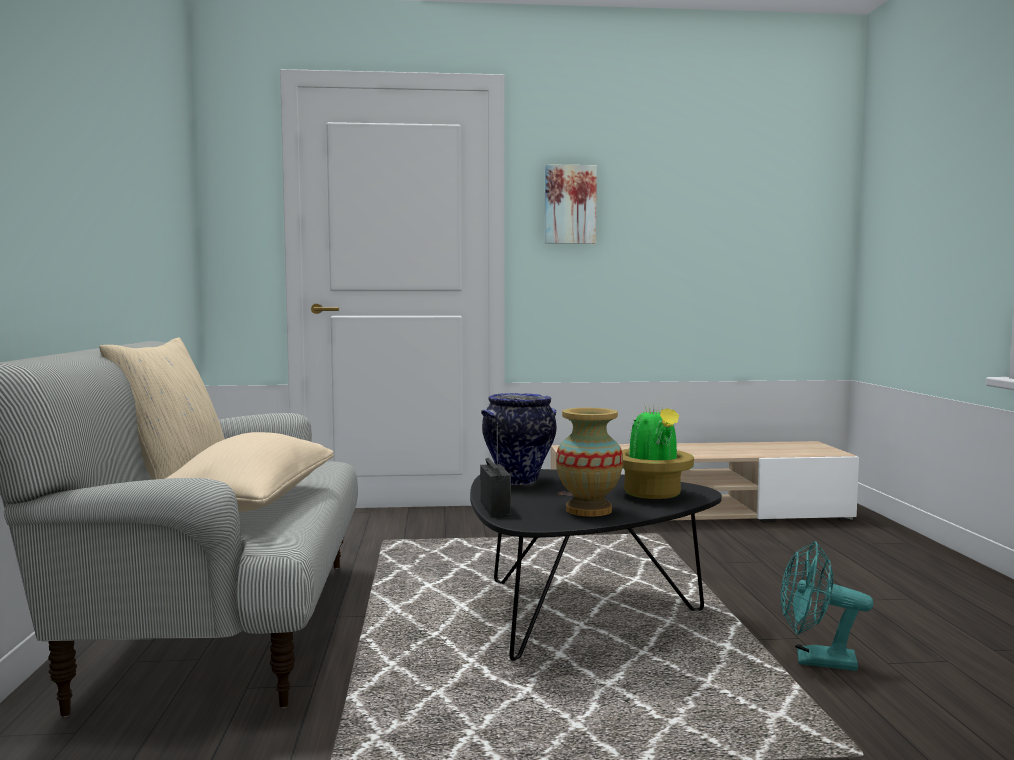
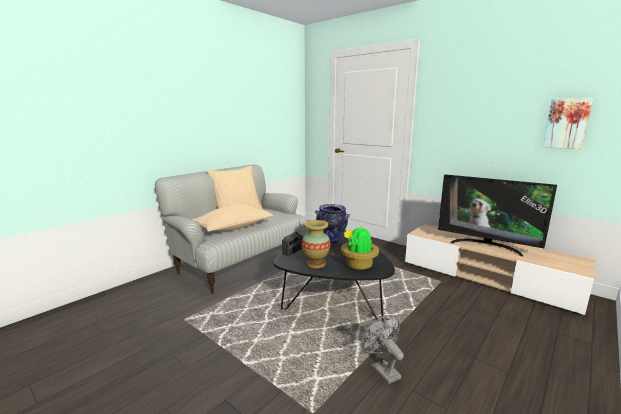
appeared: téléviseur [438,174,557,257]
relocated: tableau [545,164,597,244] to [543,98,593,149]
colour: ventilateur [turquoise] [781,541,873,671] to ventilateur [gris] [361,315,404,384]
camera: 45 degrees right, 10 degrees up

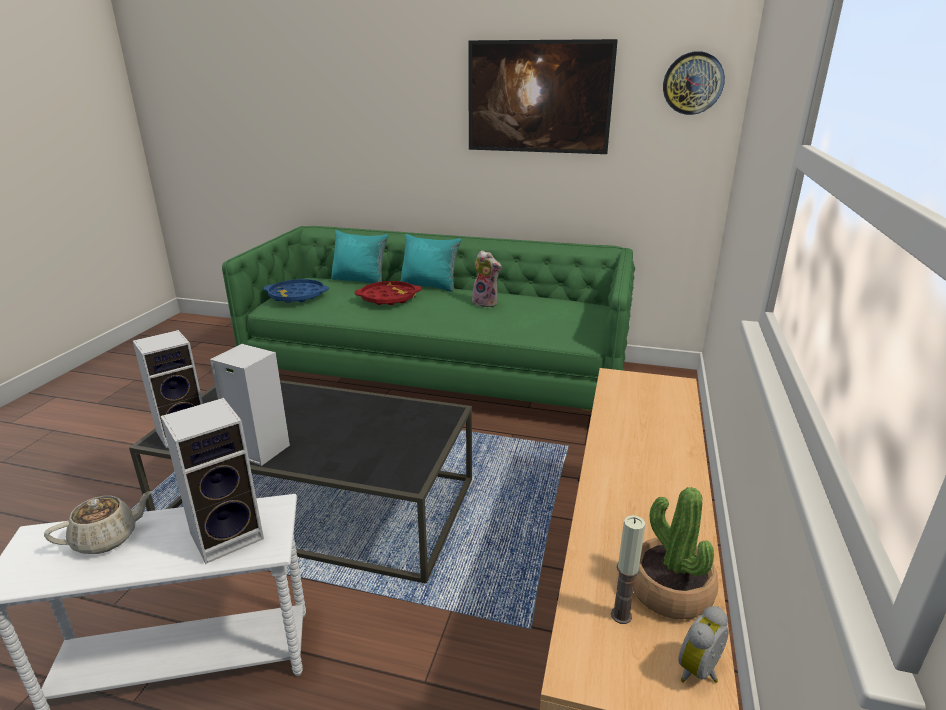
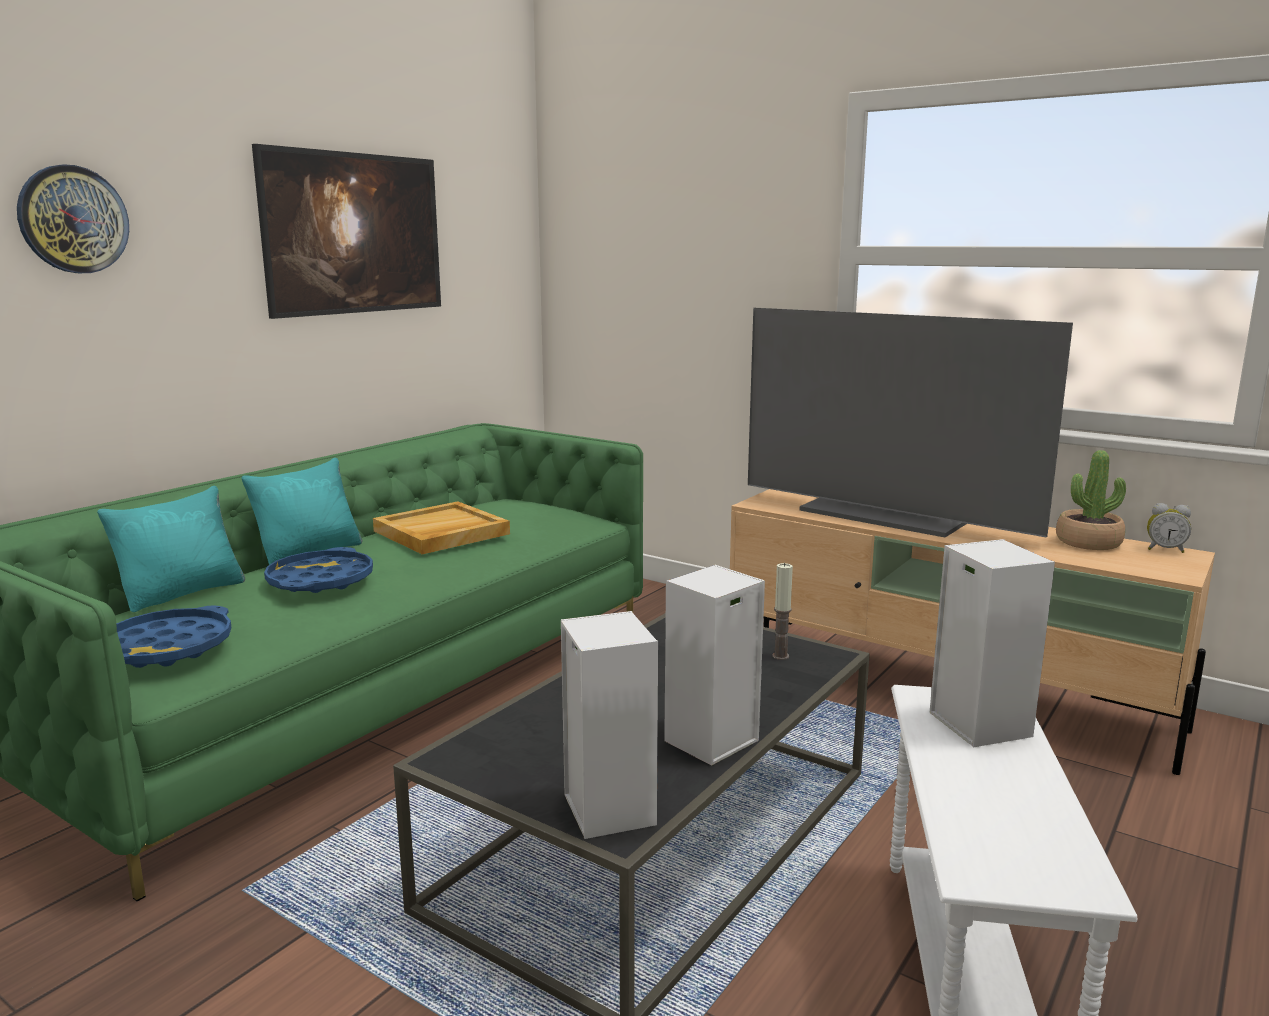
missing: théière [beige] [44,491,153,554]
appeared: téléviseur [748,308,1073,537]
relocated: horloge murale [663,51,725,115] to [17,164,129,273]; bougie [611,515,645,624] to [772,563,793,660]
exchanged: peluche [472,250,502,308] to plateau [beige] [373,501,510,554]
colour: plateau [rouge] [355,281,422,305] to plateau [bleu] [264,547,373,593]
spun: réveil [678,606,729,683] = [1147,503,1191,553] 45 degrees counterclockwise
camera: 70 degrees left, 10 degrees down

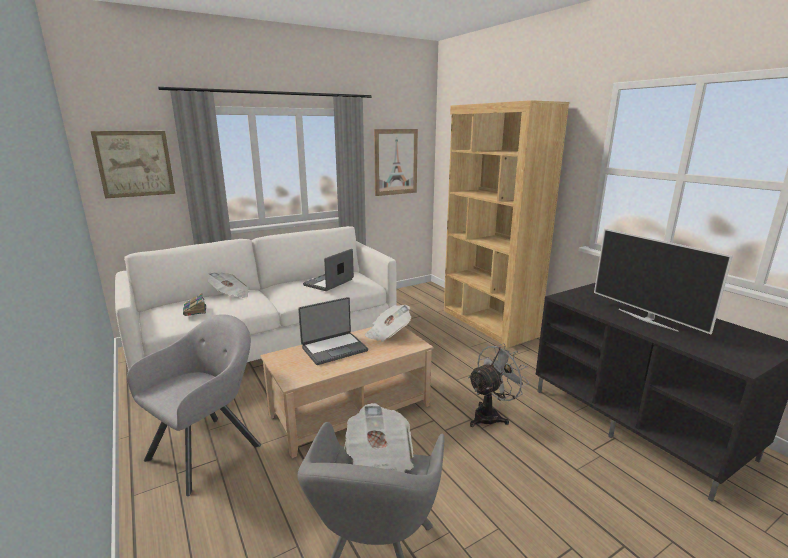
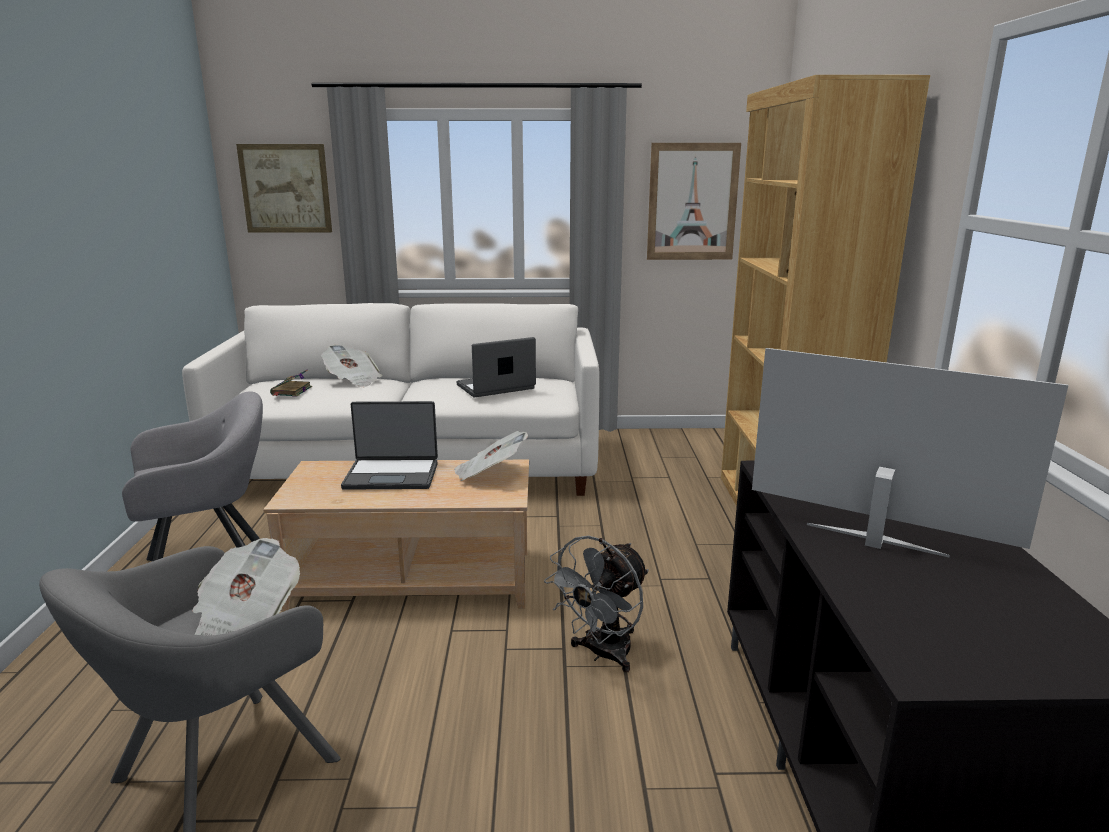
spun: ventilateur [gris] [468,343,529,427] = [544,536,649,672] 135 degrees clockwise; téléviseur [594,229,733,335] = [752,348,1068,557] 120 degrees clockwise
camera: 30 degrees right, 0 degrees up

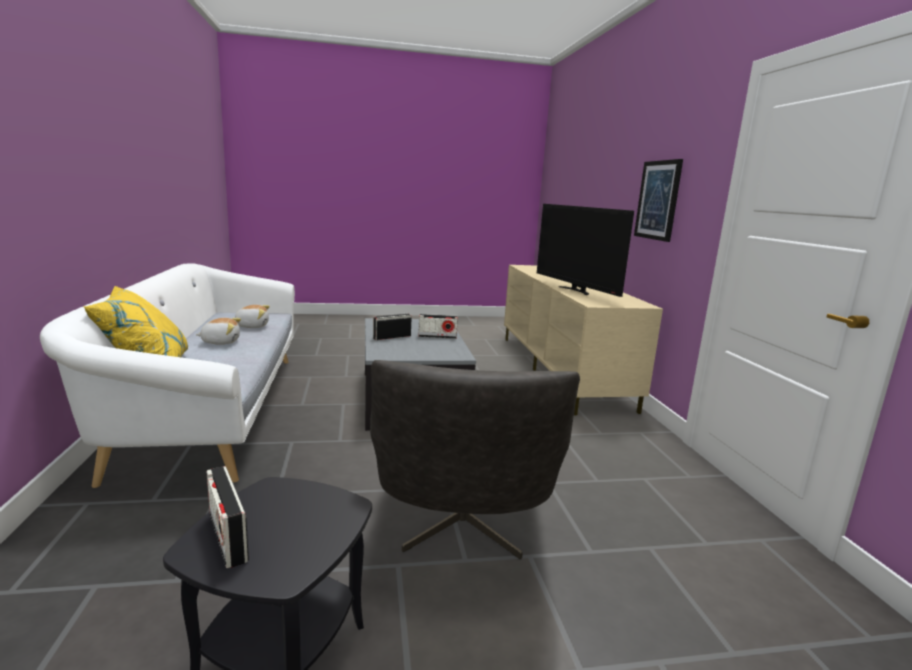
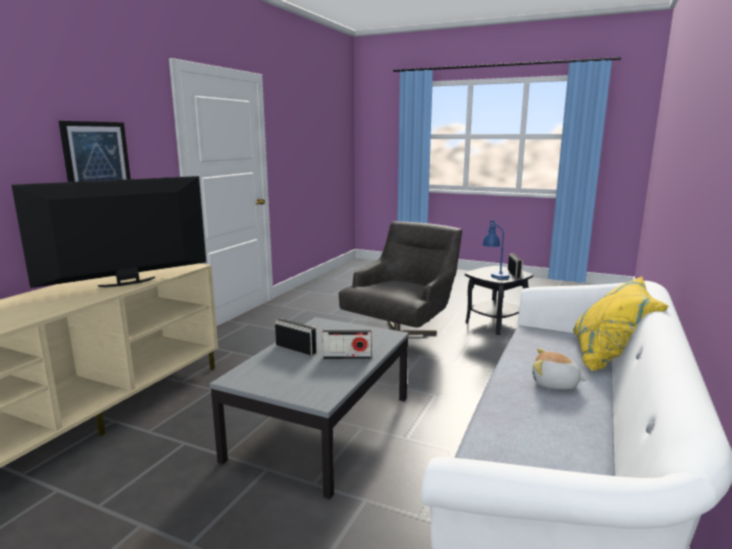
missing: peluche [232,305,270,328]
appeared: lampe de table [bleu] [482,220,510,279]
spun: téléviseur [537,204,634,297] = [11,176,206,288] 135 degrees counterclockwise
camera: 145 degrees left, 0 degrees up

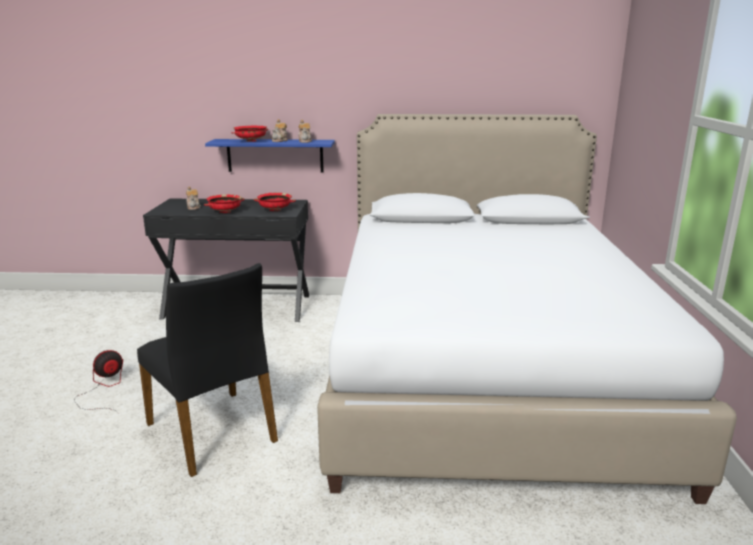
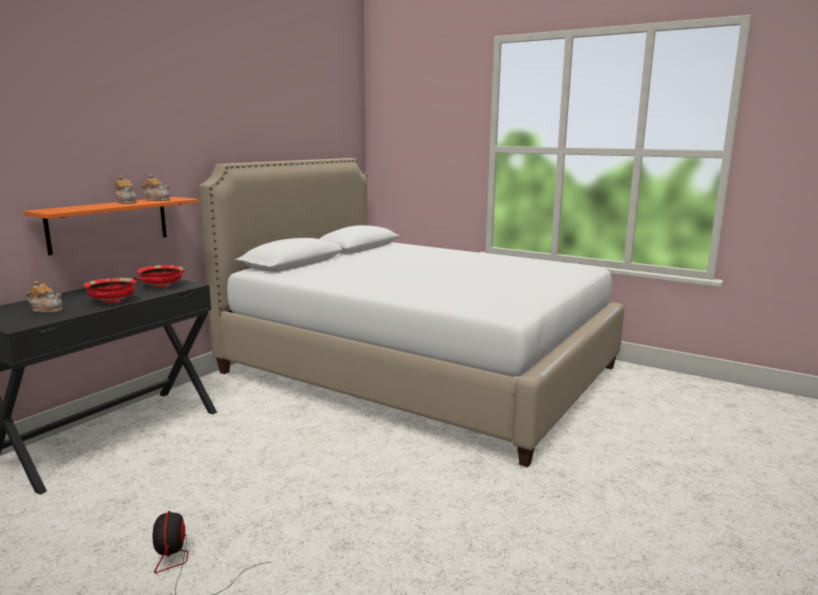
missing: chaise [noir] [137,263,278,477]; bol [rouge] [232,126,268,142]
colour: étagère [bleu] [205,139,335,172] to étagère [orange] [23,197,199,255]
camera: 60 degrees left, 5 degrees down

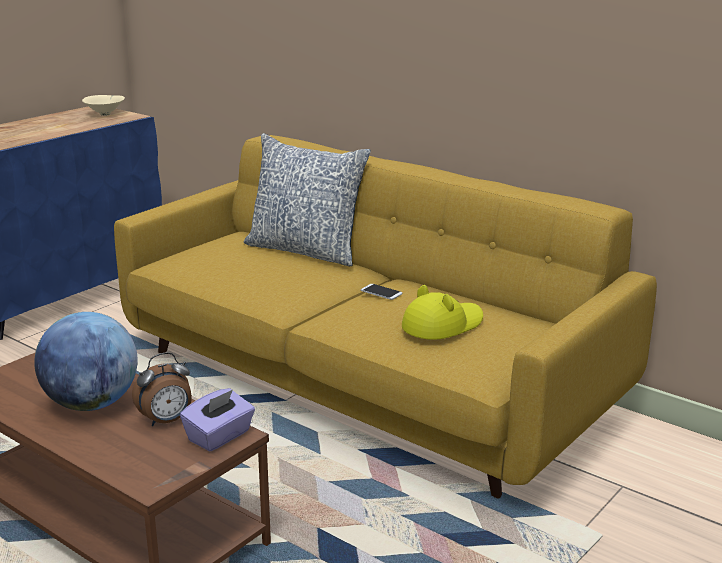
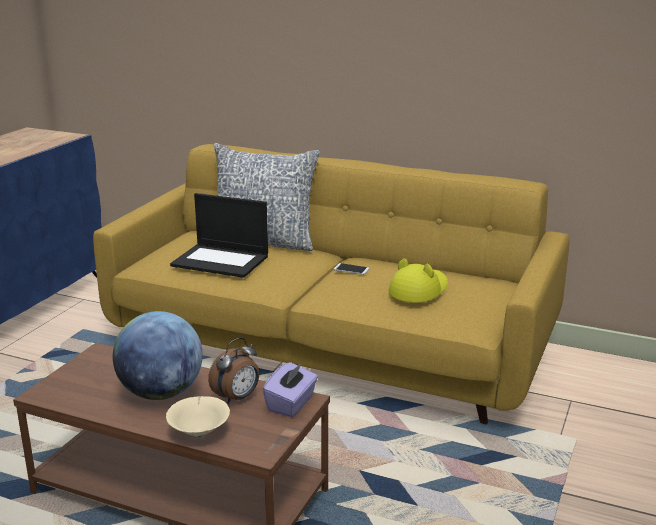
appeared: ordinateur portable [170,193,268,278]
relocated: bol [beige] [82,95,125,116] to [166,396,230,437]
camera: 15 degrees left, 0 degrees up

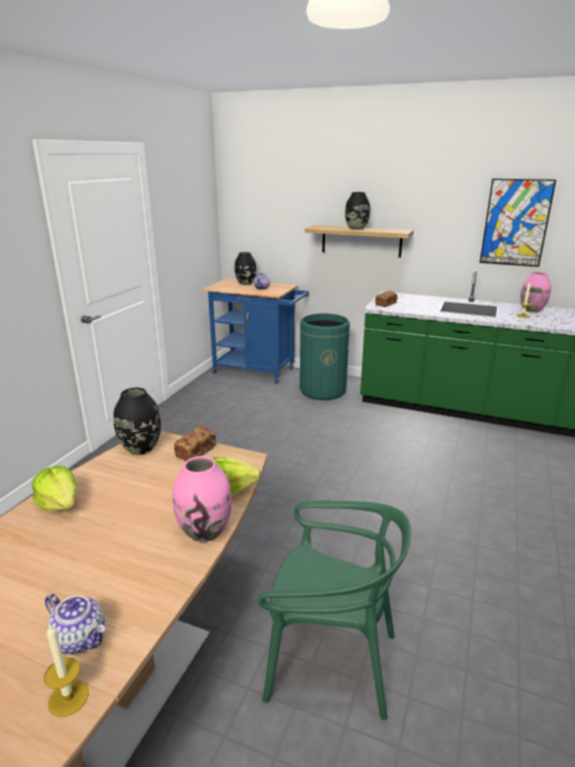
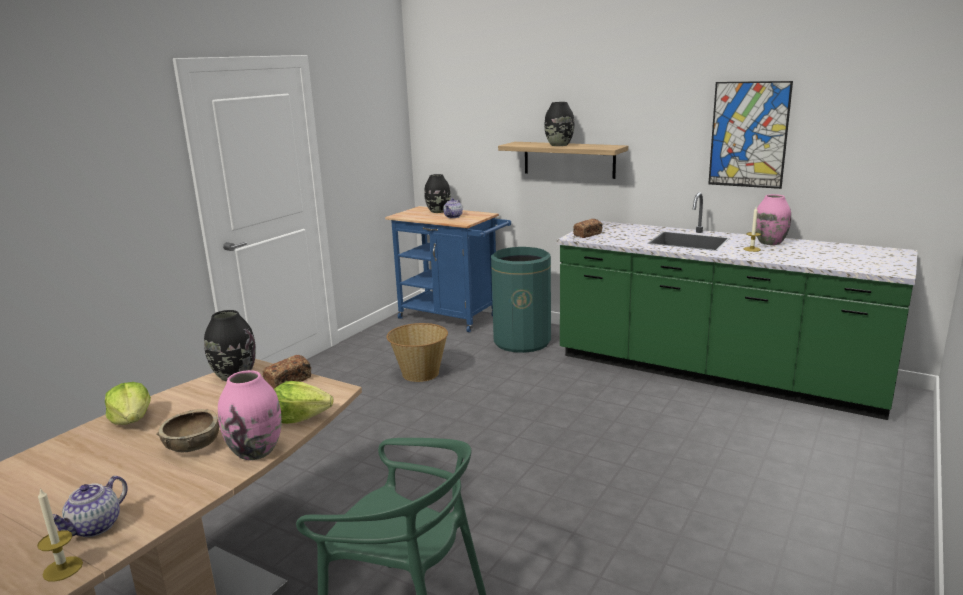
appeared: bol [marron] [157,409,219,452]; panier [387,323,448,382]
spun: théière [45,594,105,655] = [53,476,128,537] 75 degrees clockwise
camera: 10 degrees right, 5 degrees down

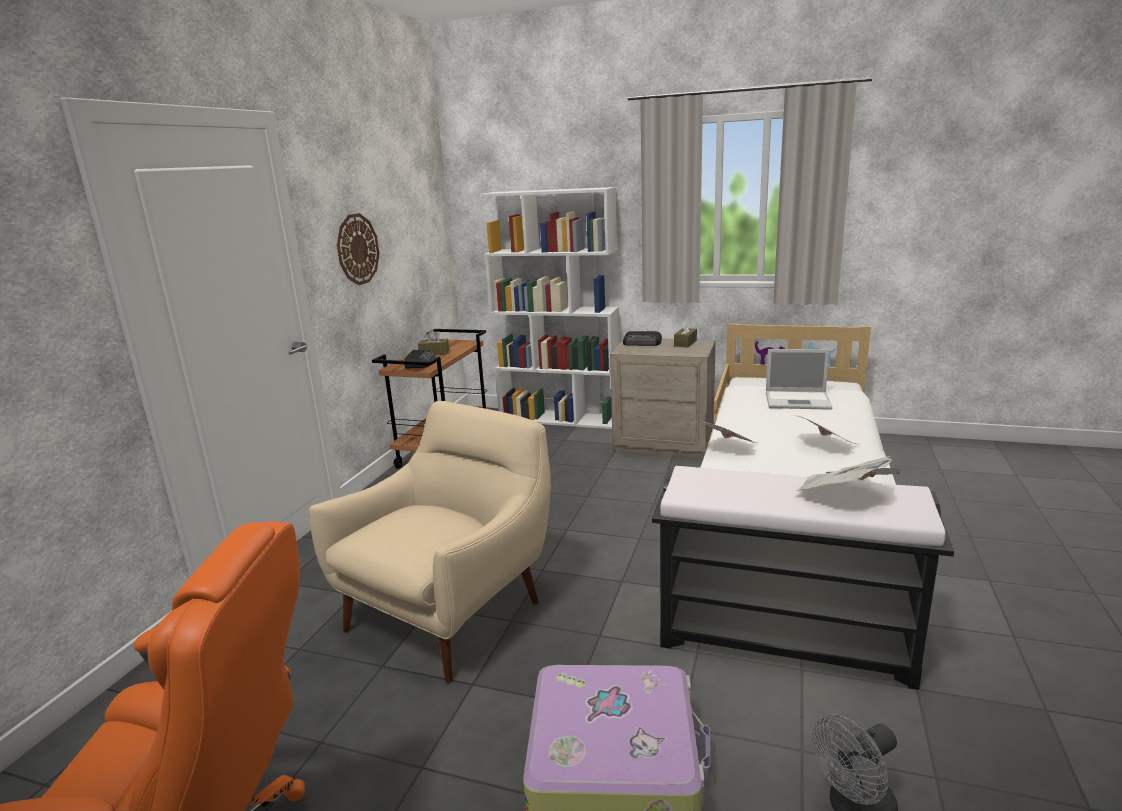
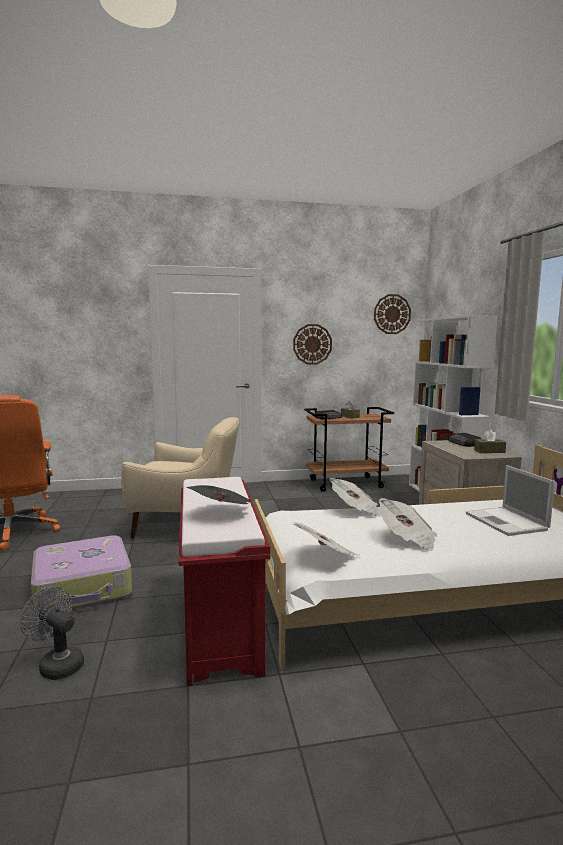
appeared: horloge murale [374,294,411,334]
colour: banc [noir] [652,466,954,690] to banc [rouge] [179,477,270,686]
camera: 60 degrees right, 10 degrees down

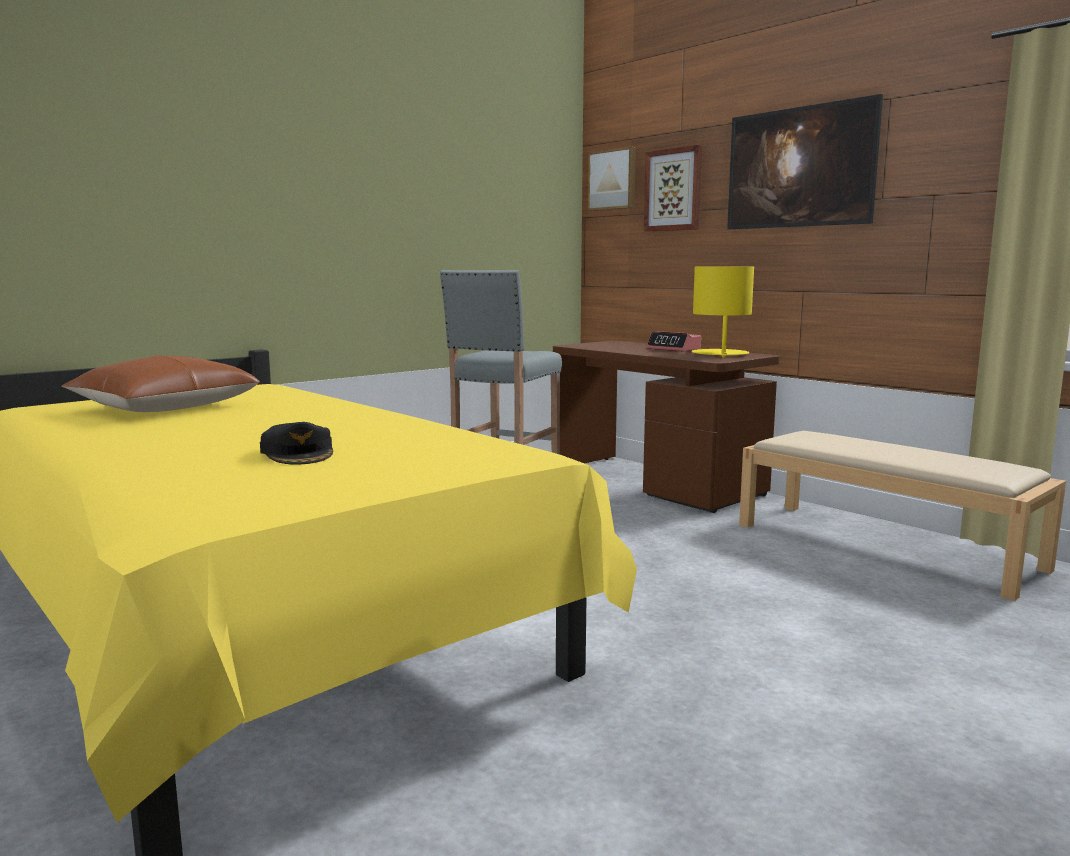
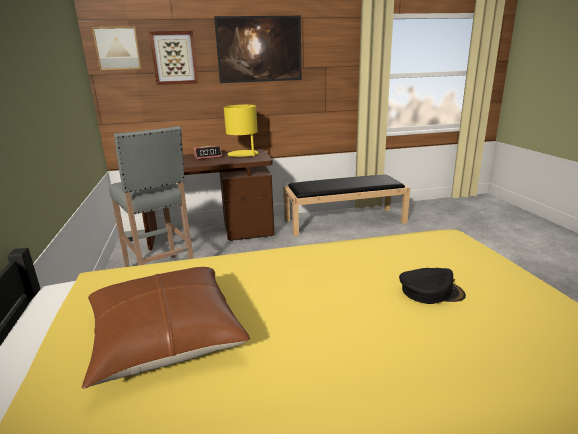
colour: banc [beige] [739,431,1066,601] to banc [noir] [284,175,410,236]
camera: 60 degrees left, 10 degrees up

